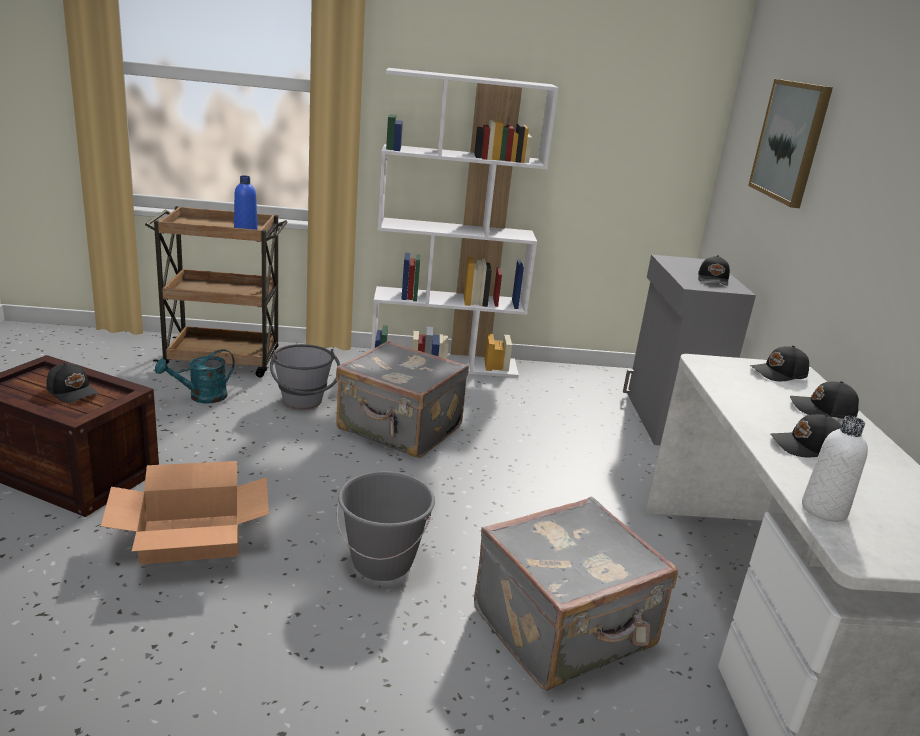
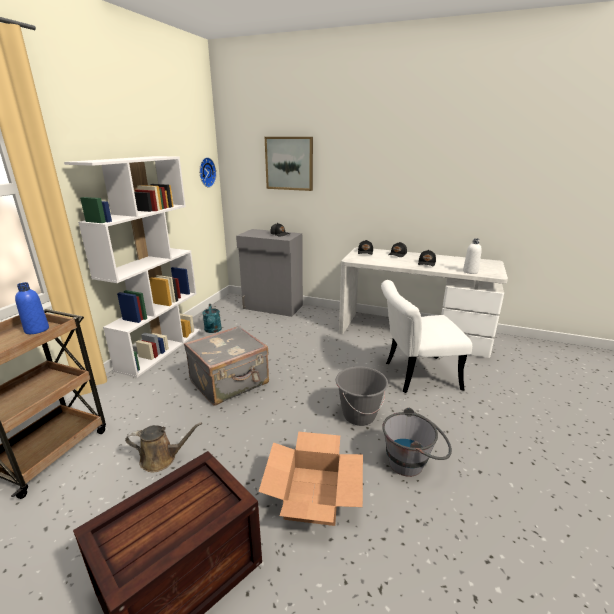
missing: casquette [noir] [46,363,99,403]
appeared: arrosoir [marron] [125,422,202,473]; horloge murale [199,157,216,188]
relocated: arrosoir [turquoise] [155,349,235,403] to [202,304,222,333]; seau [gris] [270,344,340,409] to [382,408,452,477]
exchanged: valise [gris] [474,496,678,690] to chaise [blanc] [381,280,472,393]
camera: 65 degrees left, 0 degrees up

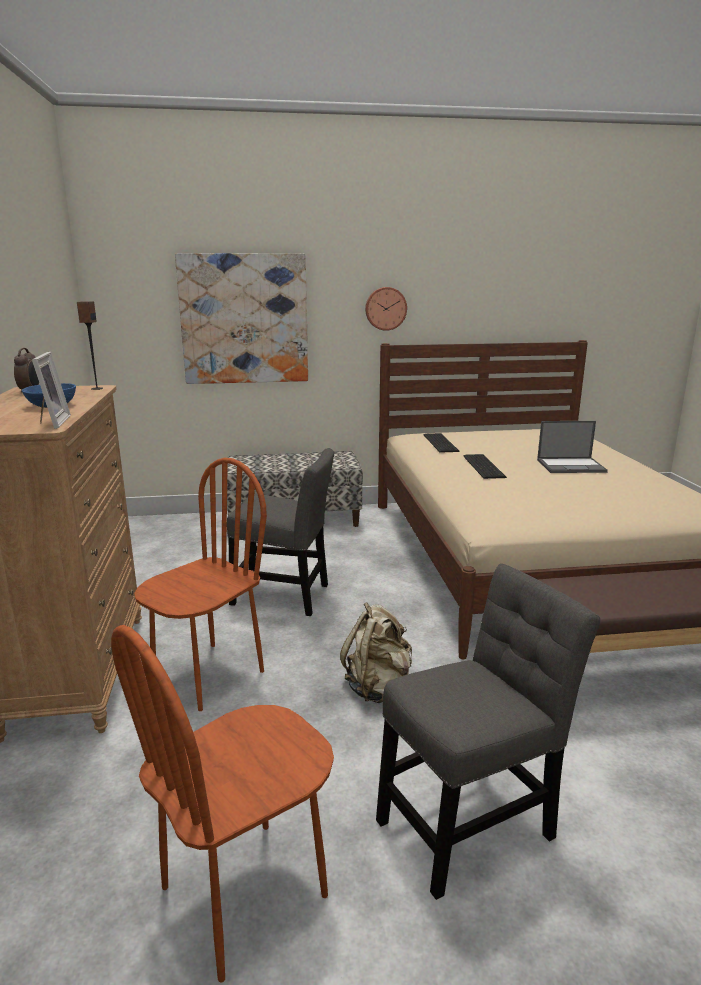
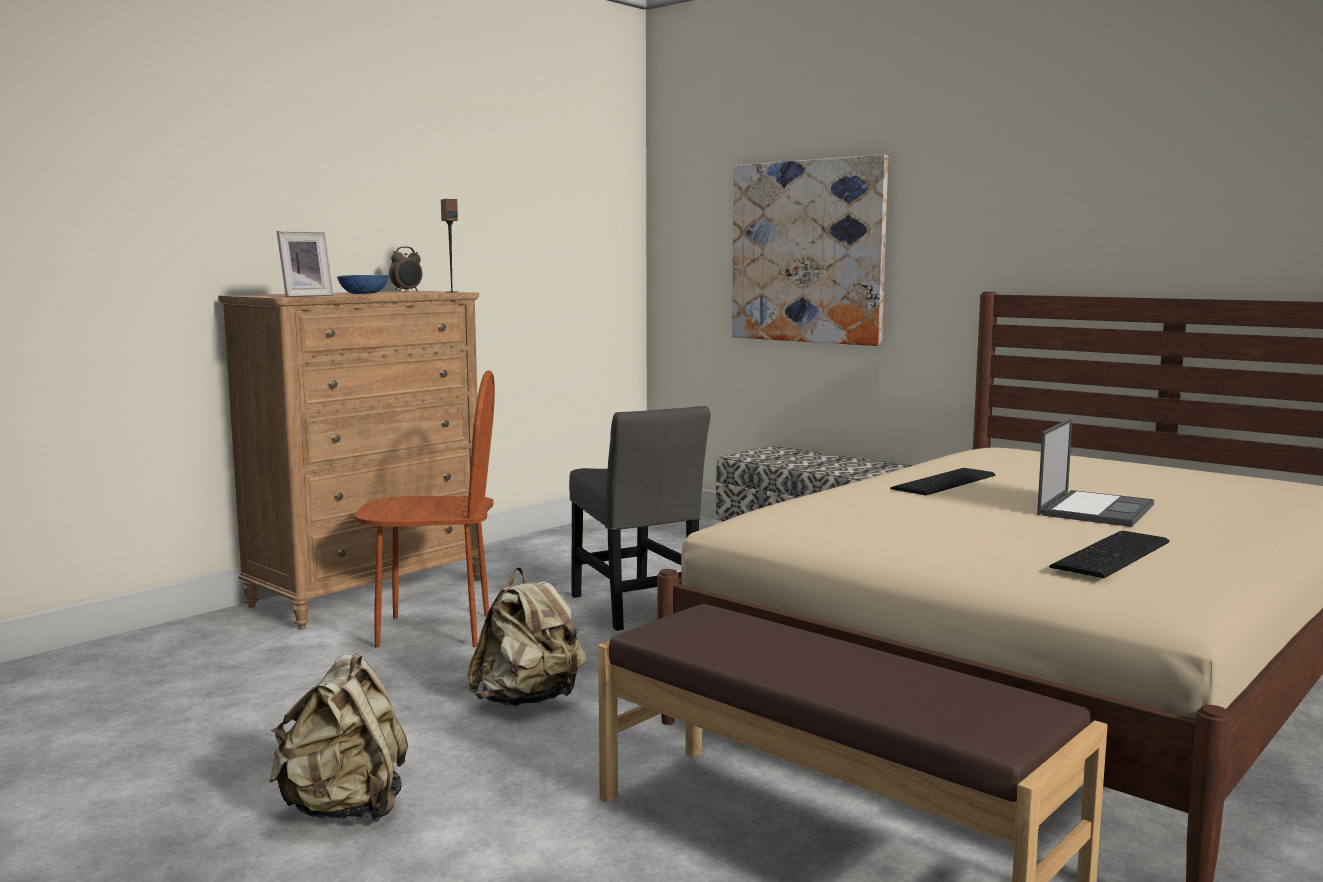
missing: chaise [marron] [111,625,334,982]; horloge murale [365,287,407,331]
relocated: clavier [424,433,460,453] to [1049,531,1169,578]
exchanged: chaise [gris] [376,564,600,900] to sac à dos [beige] [269,653,408,822]
spun: ordinateur portable [537,421,608,473] = [1037,418,1154,527] 105 degrees counterclockwise
camera: 50 degrees right, 10 degrees down

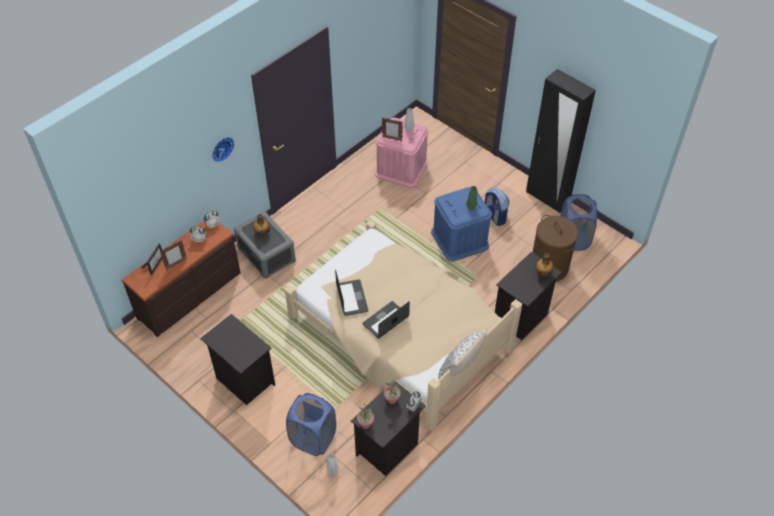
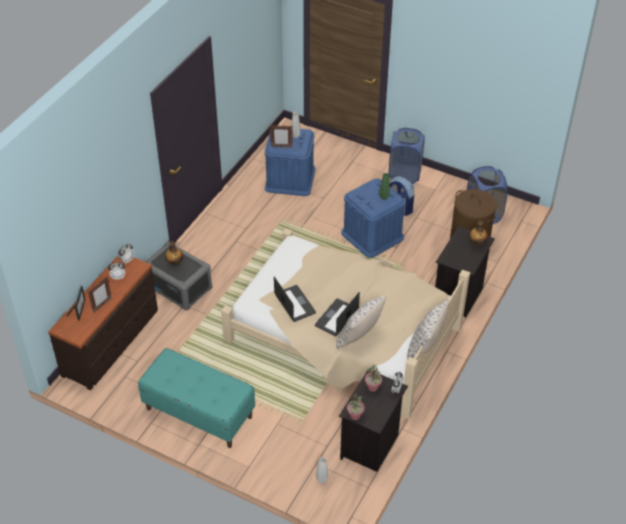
missing: horloge murale [212,137,235,162]; armoire [noir] [526,69,596,213]
appeared: coussin [336,295,386,349]
relocated: panier à linge [bleu] [286,393,336,456] to [389,128,425,184]
exchanged: table de chevet [noir] [200,314,275,405] to banc [turquoise] [138,348,255,448]
colour: boîte de rangement [rose] [375,118,428,188] to boîte de rangement [bleu] [265,127,315,196]
camera: 15 degrees left, 5 degrees down

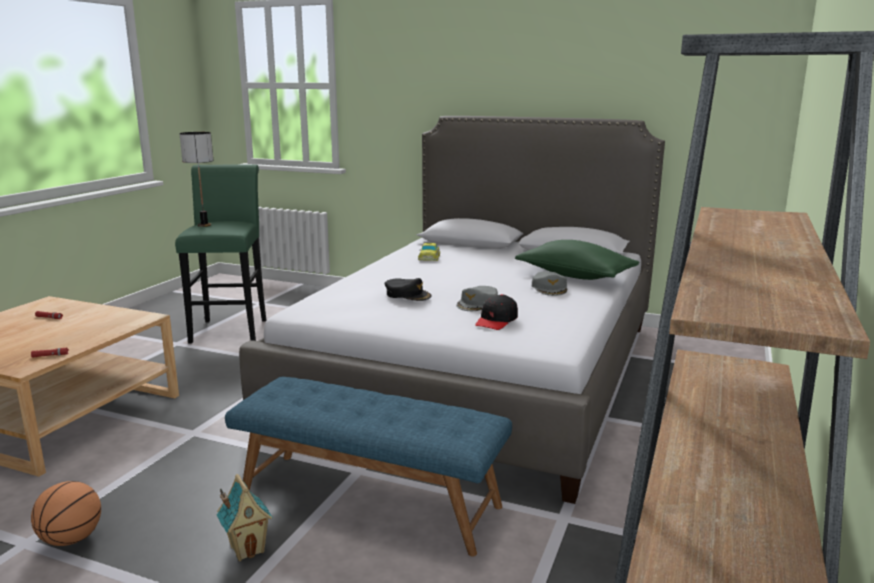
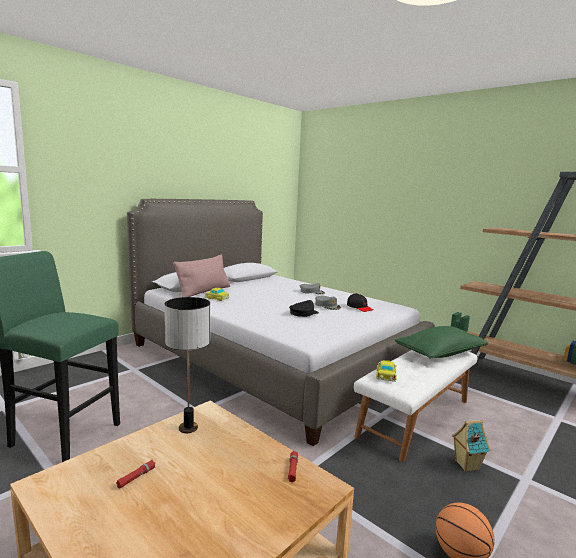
appeared: coussin [rose] [173,254,230,297]; petite voiture [376,360,397,382]
relocated: lampe de table [179,132,214,227] to [165,297,210,433]; coussin [vert] [515,240,640,280] to [395,326,488,359]
colour: banc [bleu] [225,377,512,557] to banc [blanc] [354,350,477,462]
camera: 70 degrees left, 5 degrees down

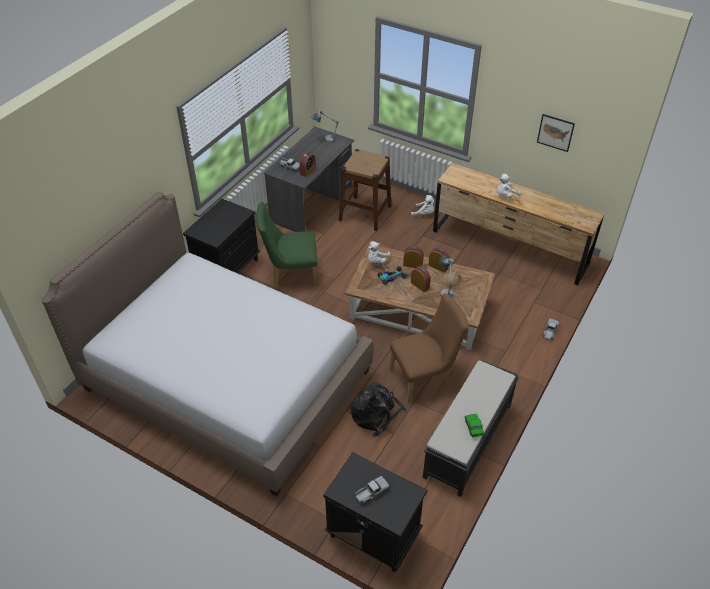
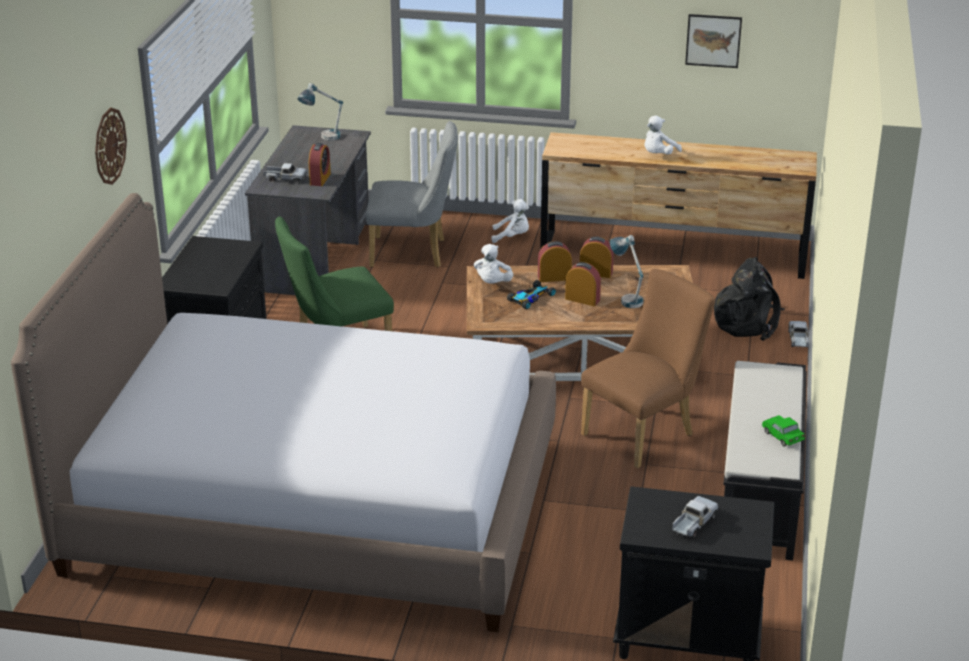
appeared: horloge murale [95,107,127,185]
relocated: sac à dos [noir] [351,382,407,437] to [714,257,785,341]
exchanged: tabouret [marron] [339,149,391,231] to chaise [gris] [366,121,458,268]
camera: 20 degrees left, 15 degrees down

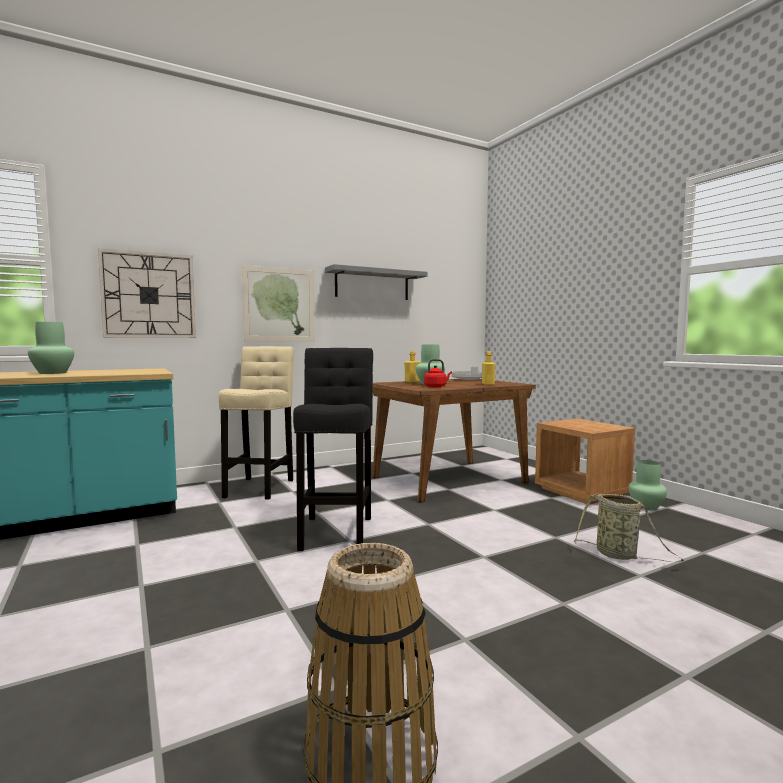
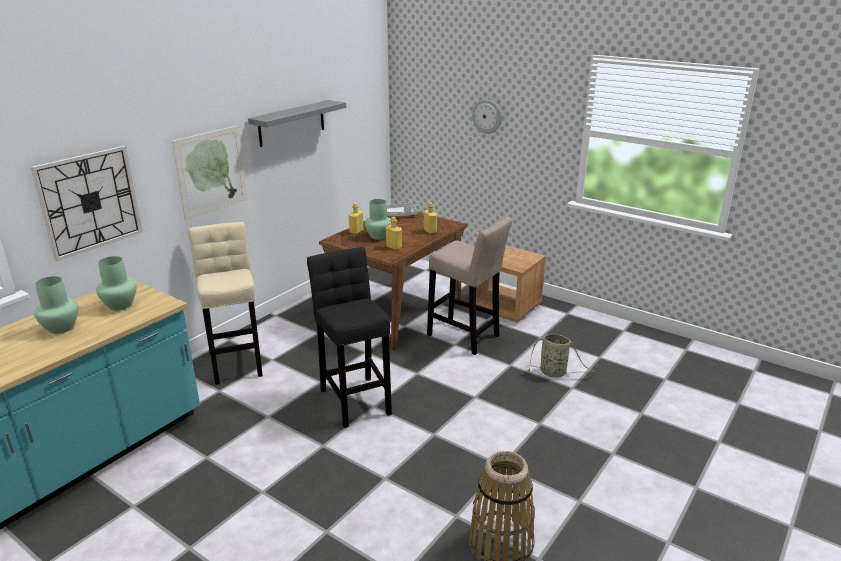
appeared: tabouret [beige] [427,217,512,355]; horloge murale [472,99,502,134]
relocated: vase [vert] [628,460,667,510] to [96,256,137,310]
exchanged: bouilloire [rouge] [424,359,452,388] to bouteille [jaune] [386,217,402,250]
camera: 25 degrees left, 20 degrees up

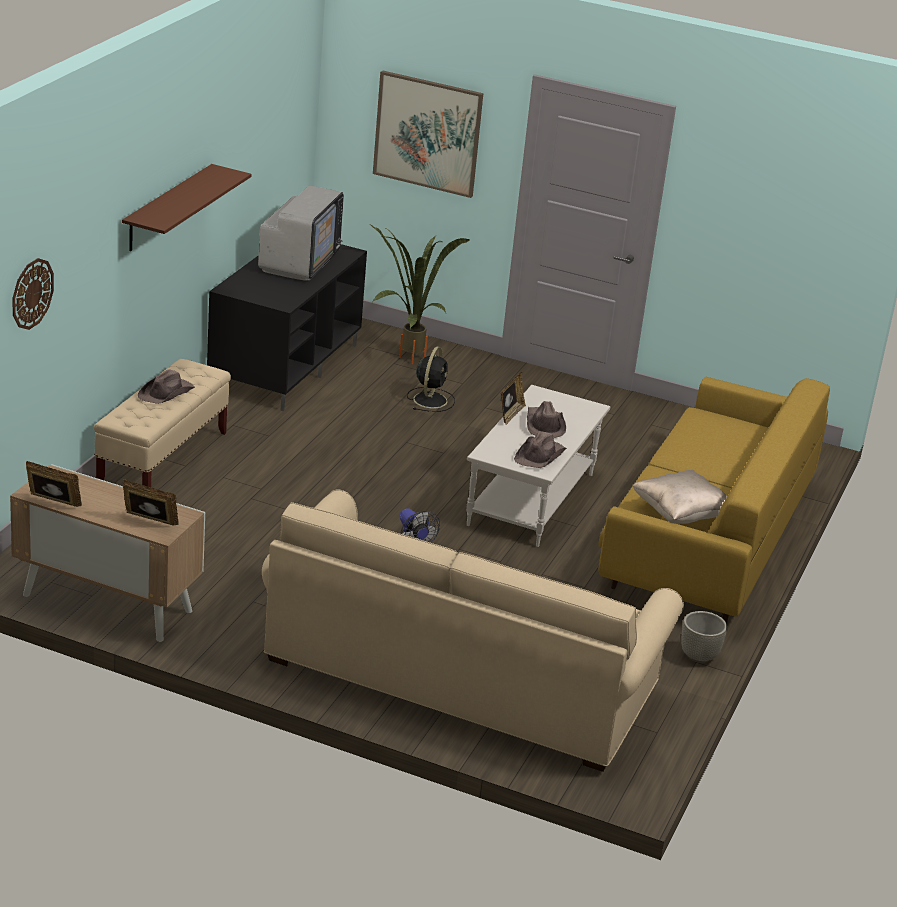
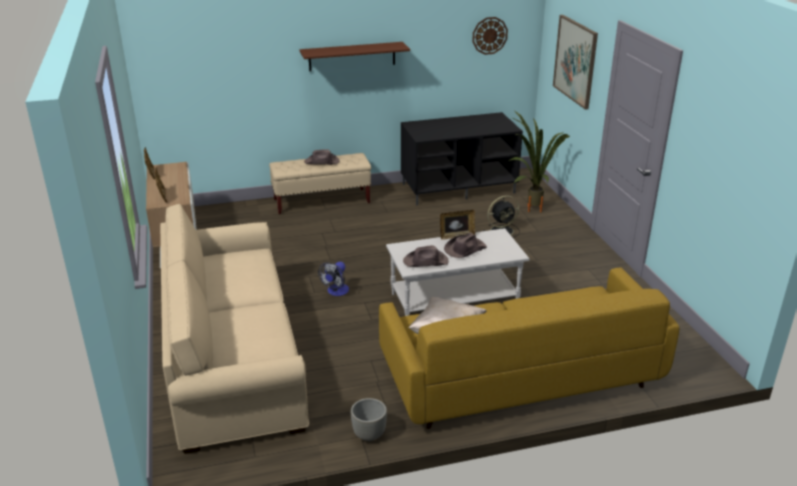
missing: téléviseur [258,186,344,281]
relocated: horloge murale [12,258,54,330] to [472,17,508,55]
camera: 55 degrees right, 0 degrees up

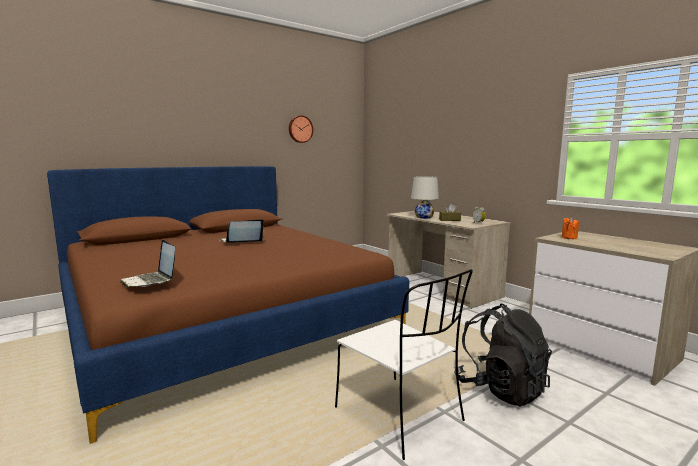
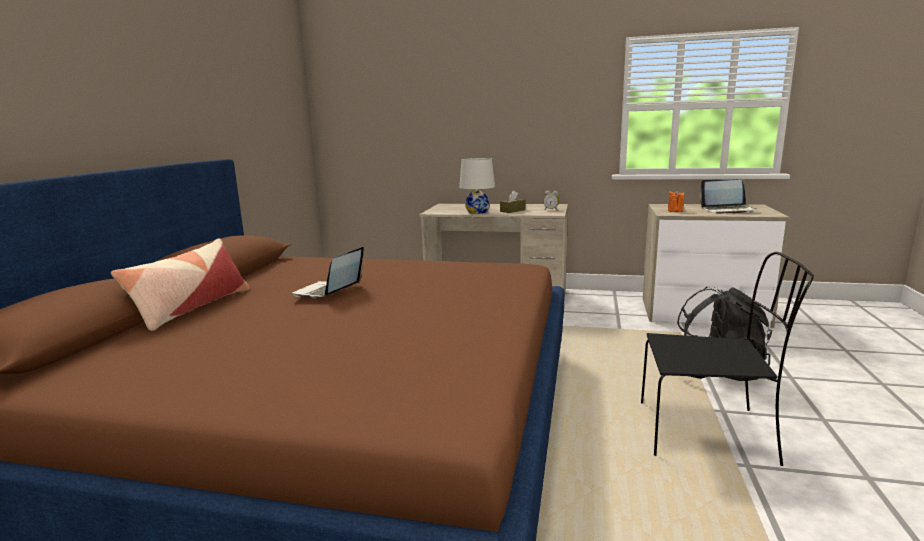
missing: horloge murale [289,115,313,143]
appeared: coussin [111,238,250,331]
relocated: ordinateur portable [120,240,175,287] to [700,180,757,214]
colour: chaise [blanc] [335,269,473,460] to chaise [noir] [641,252,814,466]
camera: 40 degrees left, 5 degrees up

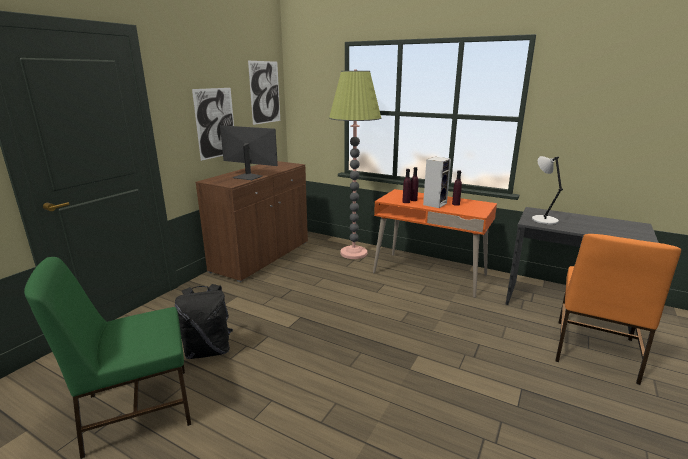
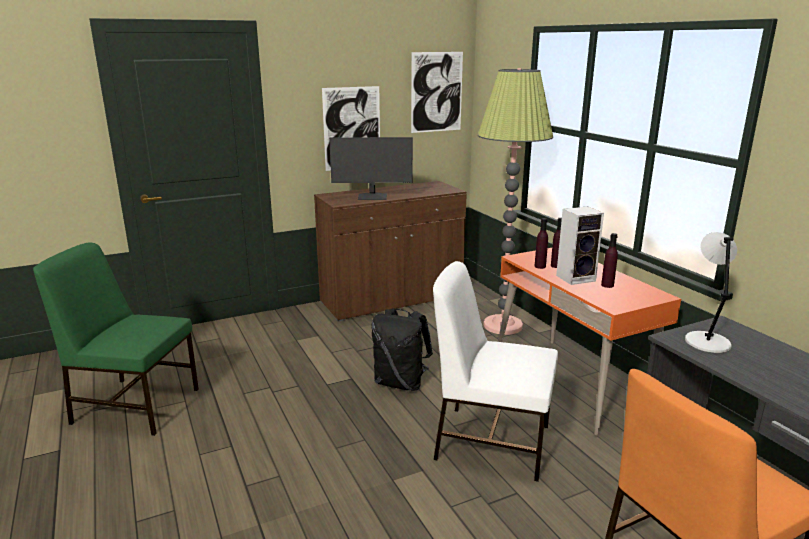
appeared: chaise [blanc] [433,261,558,482]
relocated: sac à dos [noir] [175,284,233,359] to [372,308,433,391]
spun: écran d'ordinateur [220,125,278,180] = [329,137,413,200] 120 degrees clockwise
camera: 35 degrees right, 0 degrees up

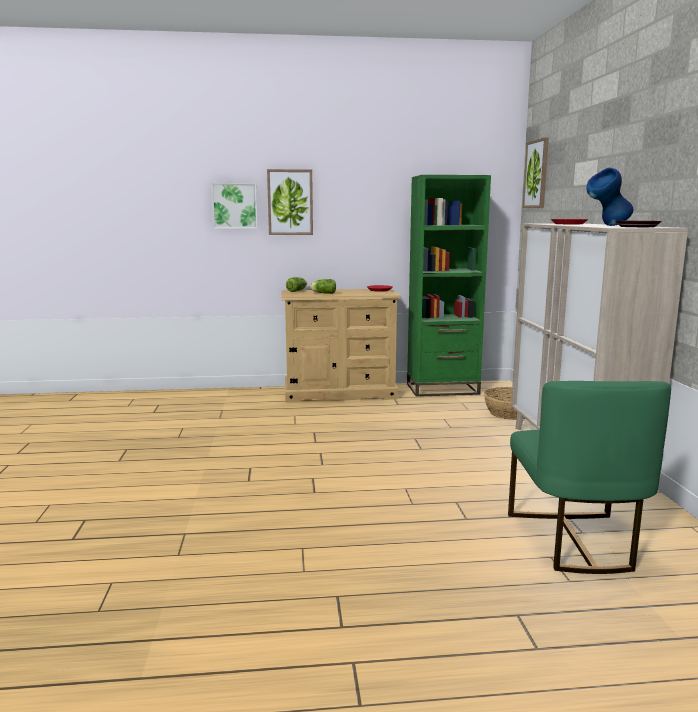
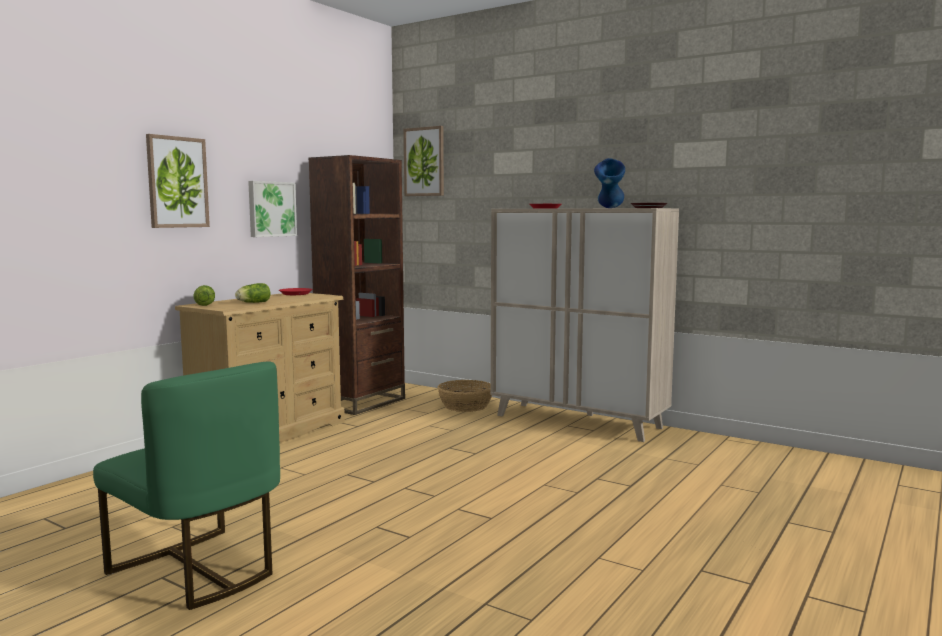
relocated: chaise [vert] [508,381,671,574] to [93,362,280,610]; tableau [211,183,258,229] to [248,181,297,237]
colour: bibliothèque [vert] [407,175,491,397] to bibliothèque [marron] [309,155,405,415]
camera: 50 degrees left, 5 degrees down

